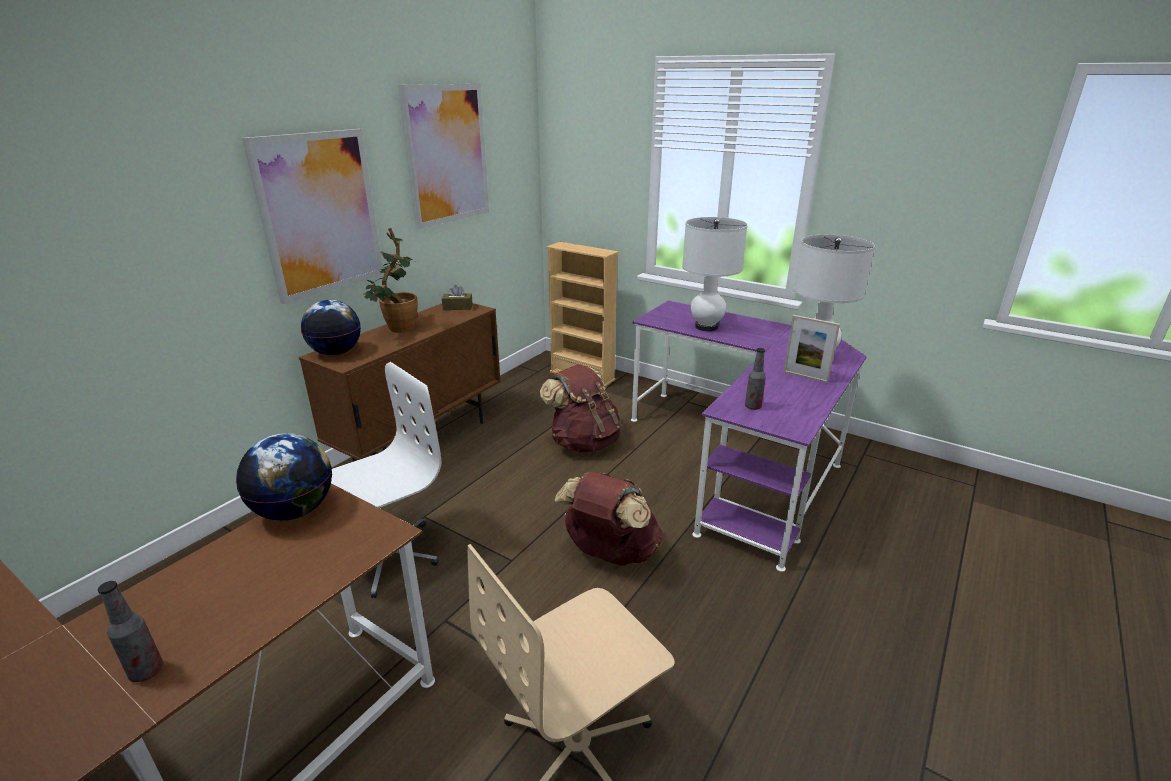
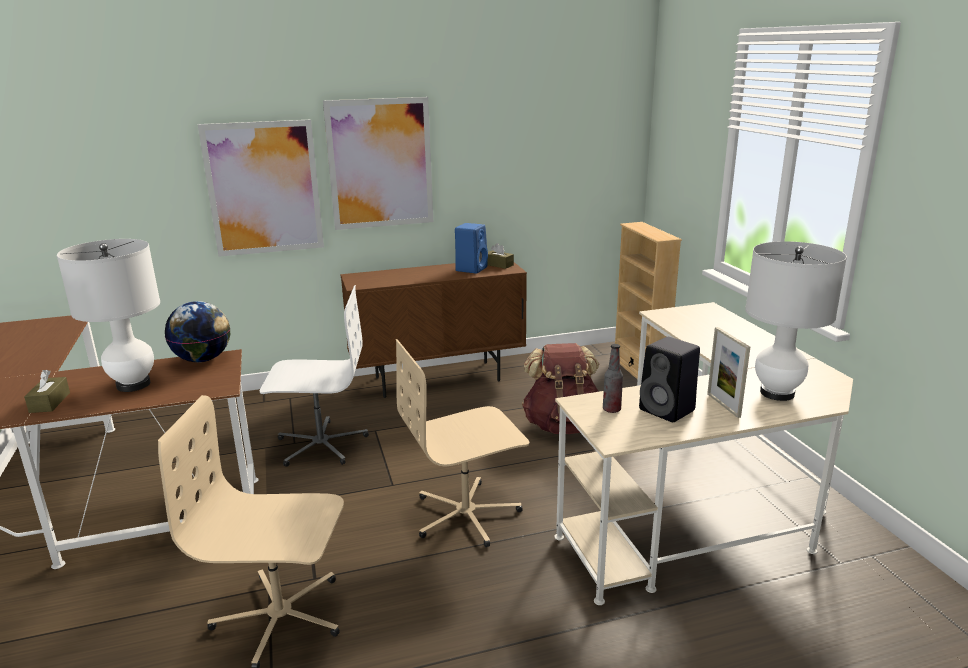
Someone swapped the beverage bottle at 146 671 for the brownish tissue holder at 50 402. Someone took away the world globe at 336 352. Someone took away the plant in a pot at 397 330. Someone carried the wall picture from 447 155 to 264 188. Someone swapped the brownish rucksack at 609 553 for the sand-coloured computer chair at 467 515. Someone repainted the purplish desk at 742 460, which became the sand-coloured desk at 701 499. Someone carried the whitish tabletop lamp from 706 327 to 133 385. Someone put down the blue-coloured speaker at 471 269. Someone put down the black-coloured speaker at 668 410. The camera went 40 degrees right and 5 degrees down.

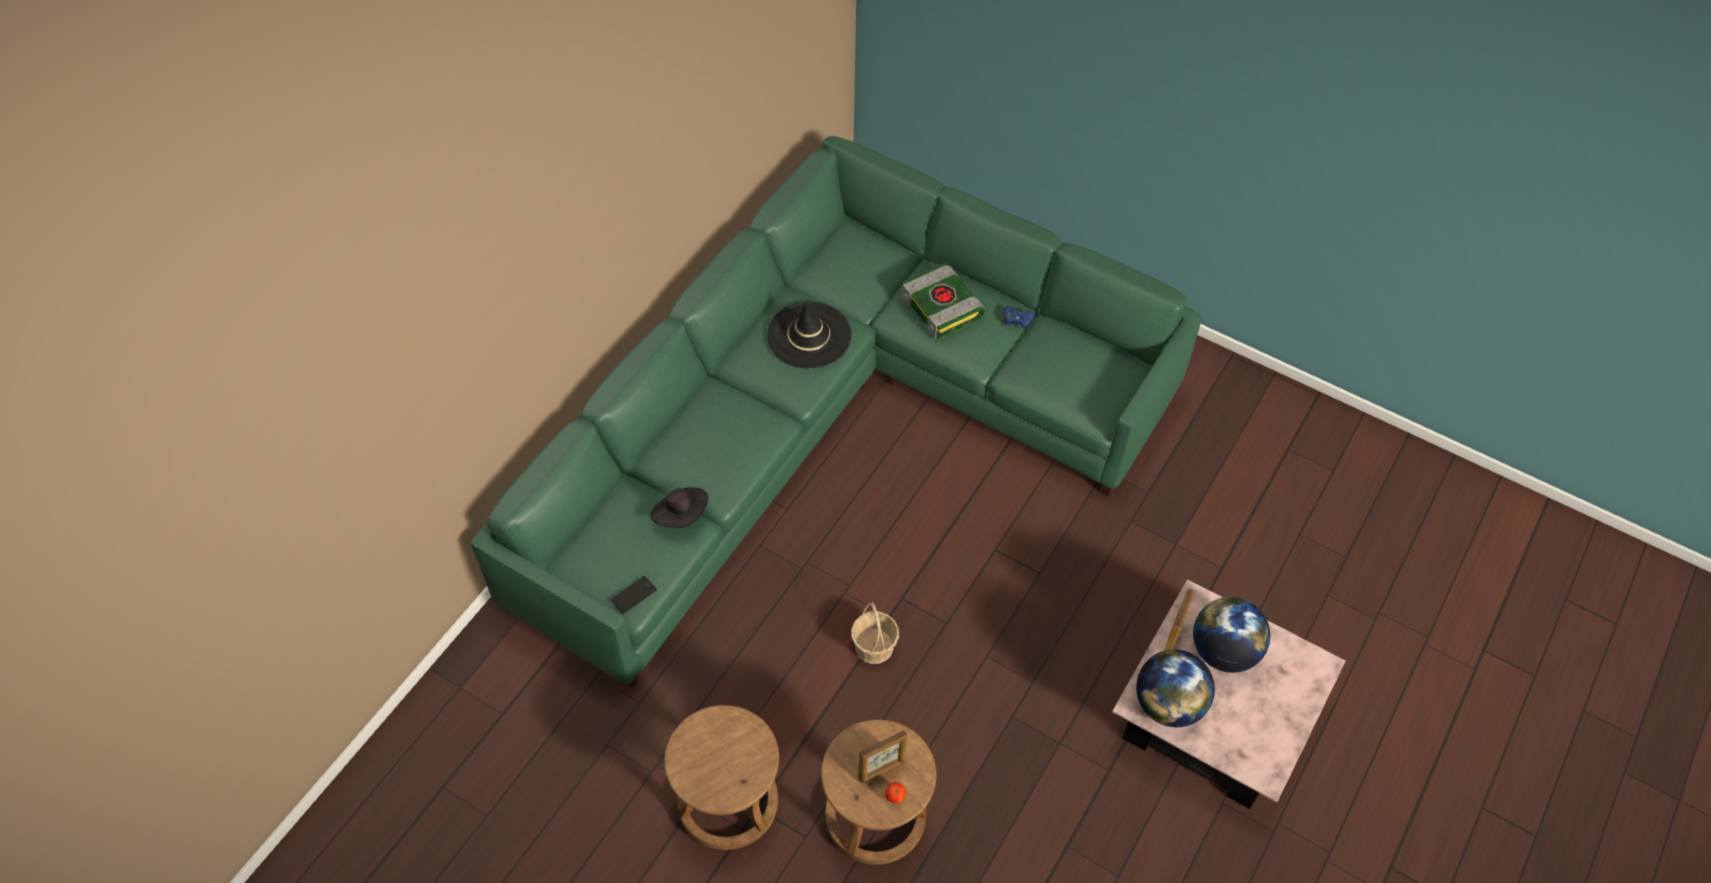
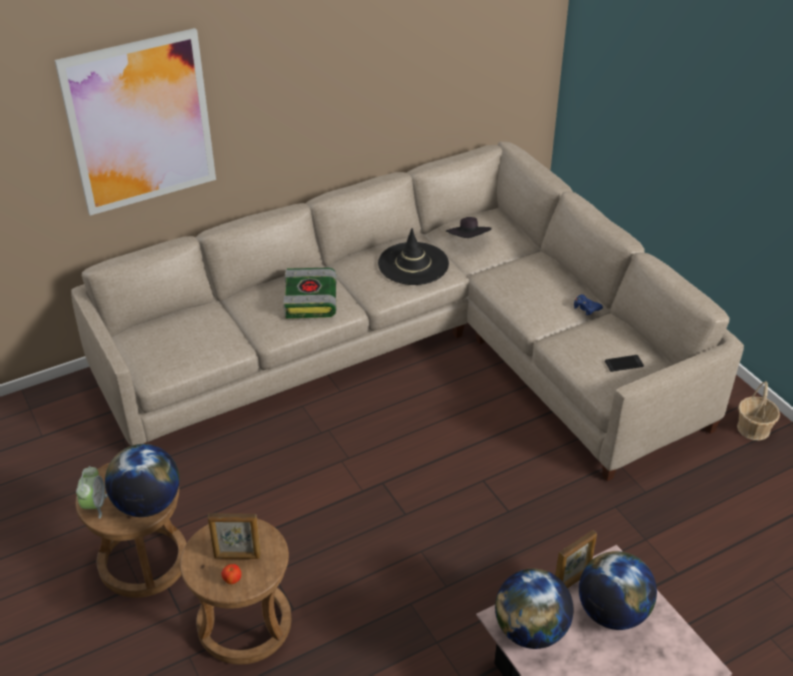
Someone repainted the green-coloured sofa at 833 420, which became the sand-coloured sofa at 417 349. Someone carried the handset from 633 595 to 624 363. Someone carried the black-coloured clothing hat from 681 515 to 468 240. Someone carried the basket from 874 646 to 753 428. Someone carried the bound book from 943 307 to 311 300. Someone put up the wall picture at 140 123. Someone put down the table clock at 95 505. Someone put down the world globe at 147 504. The camera went 30 degrees right and 15 degrees down.

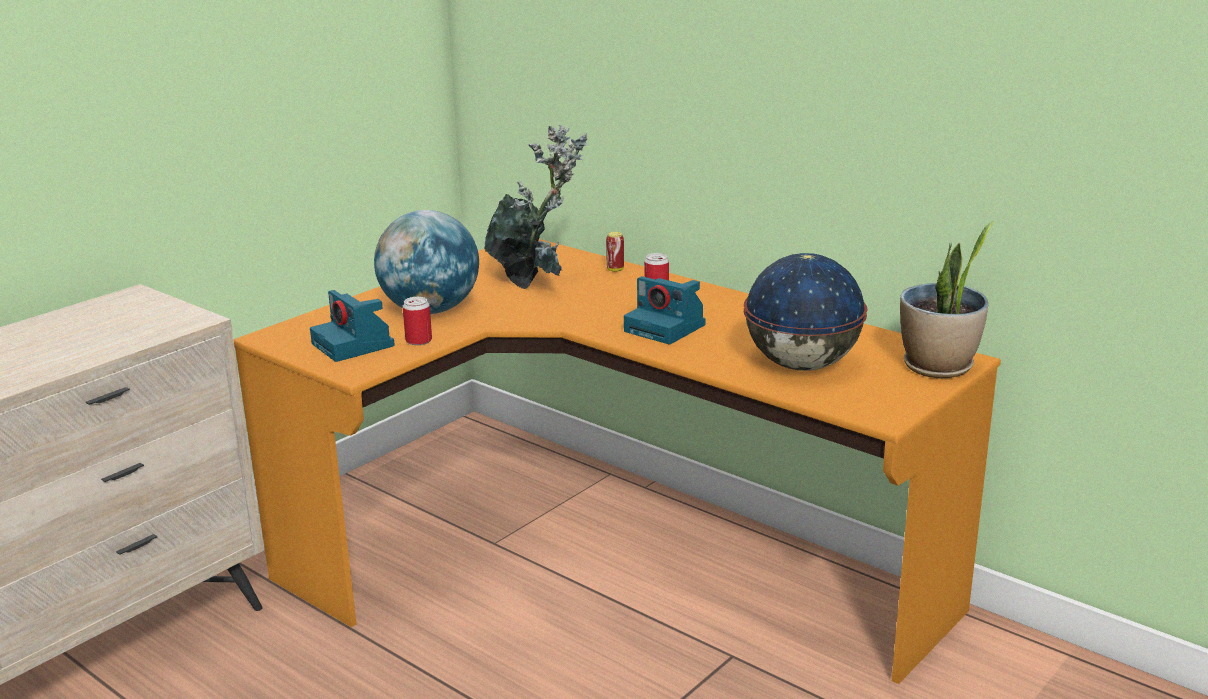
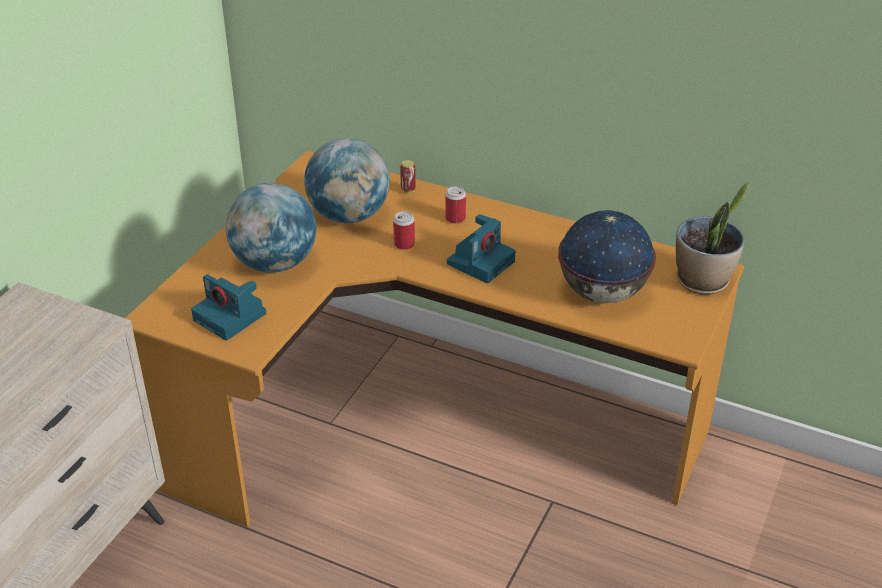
Someone carried the metal can from 418 341 to 404 244. Someone swapped the plant in a pot at 536 283 for the world globe at 348 216. Someone rotated the still camera at 666 328 by 75 degrees counterclockwise. The camera went 15 degrees left and 15 degrees up.

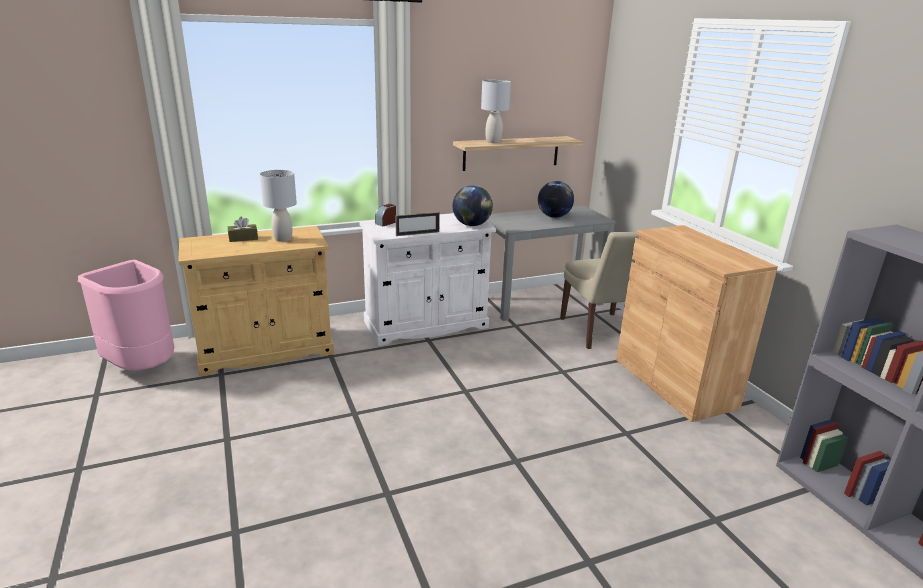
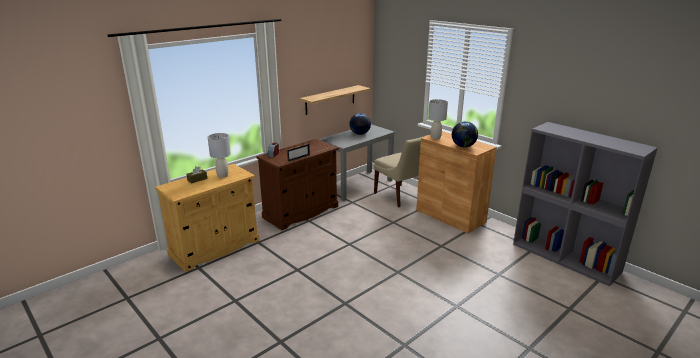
Someone took away the pink-coloured rubbish bin at 143 368. Someone repainted the whitish storage cabinet at 426 324, which became the brownish storage cabinet at 301 212. Someone carried the world globe from 471 225 to 463 146. Someone carried the grey tabletop lamp from 493 141 to 435 138. The camera went 20 degrees left and 0 degrees up.

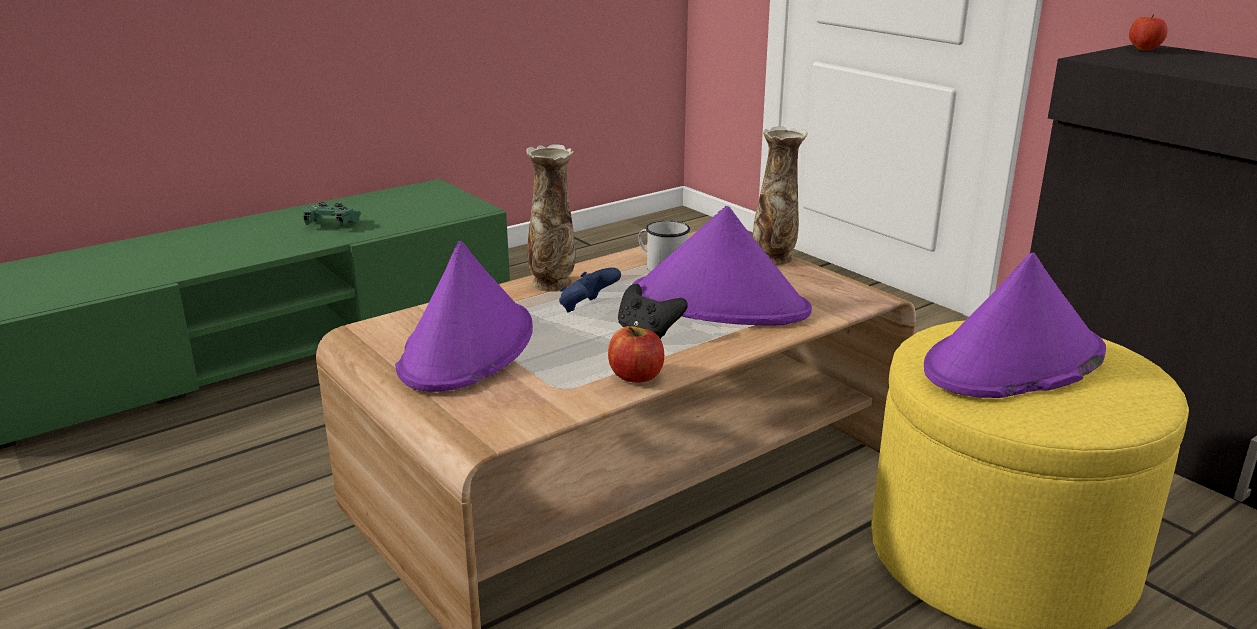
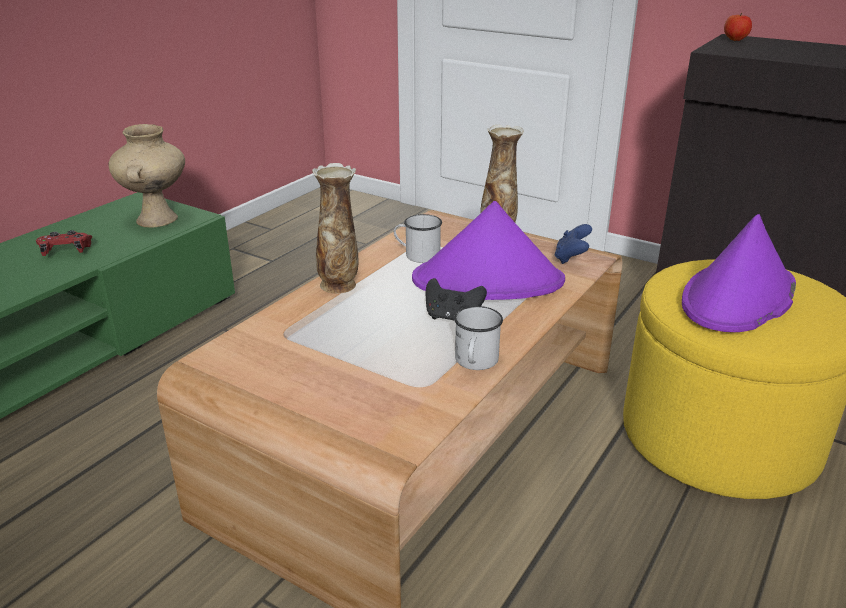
Someone repainted the green-coloured gamepad at 332 224, which became the red-coloured gamepad at 66 251. Someone took away the purplish clothing hat at 467 348. Someone carried the blue-coloured gamepad from 587 308 to 571 258. Someone swapped the whole apple at 636 376 for the whitish coffee mug at 475 363. Someone put down the sand-coloured vase at 158 220. The camera went 20 degrees left and 5 degrees up.

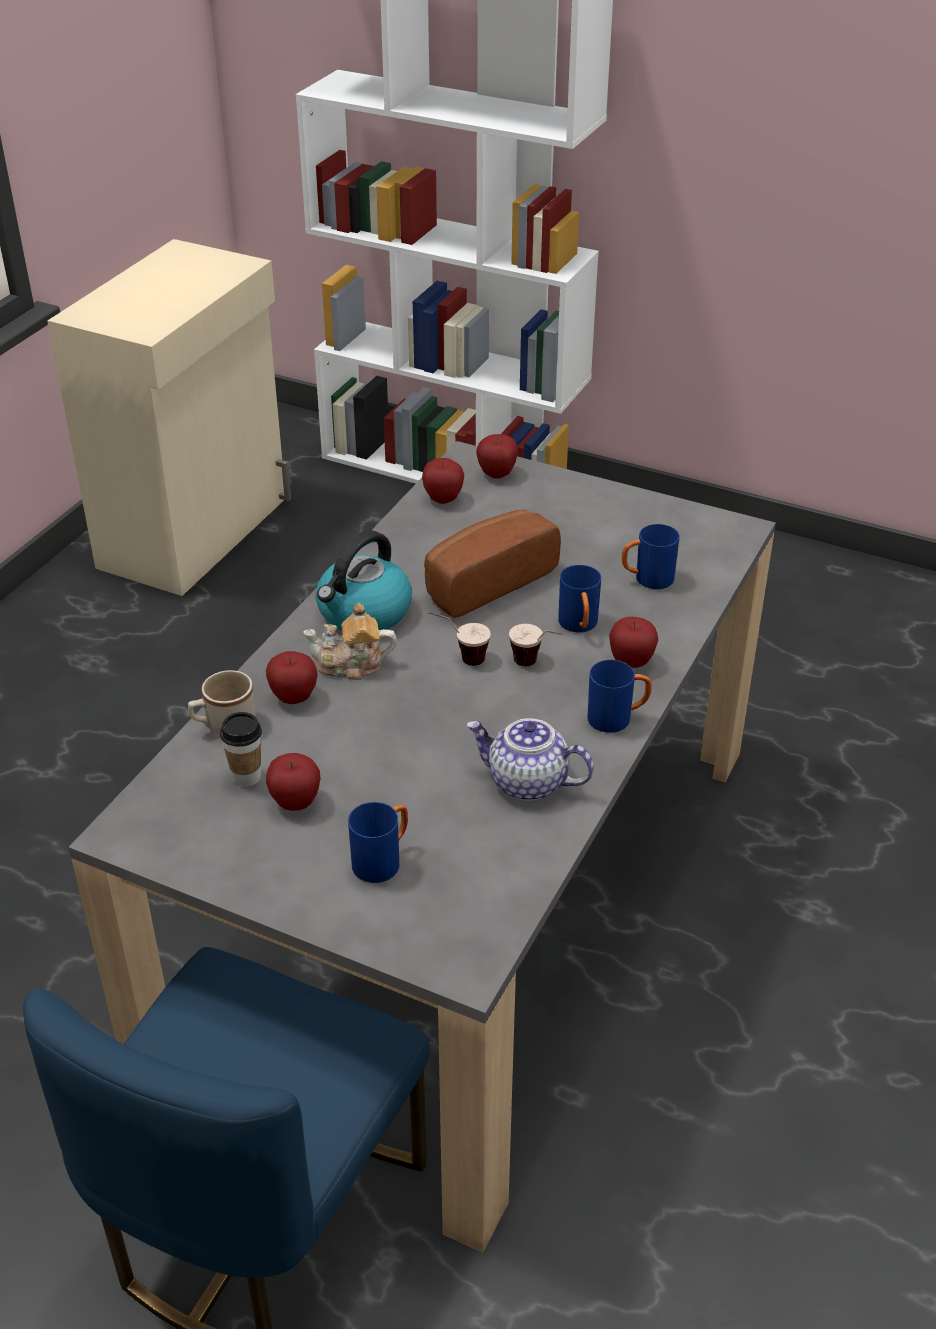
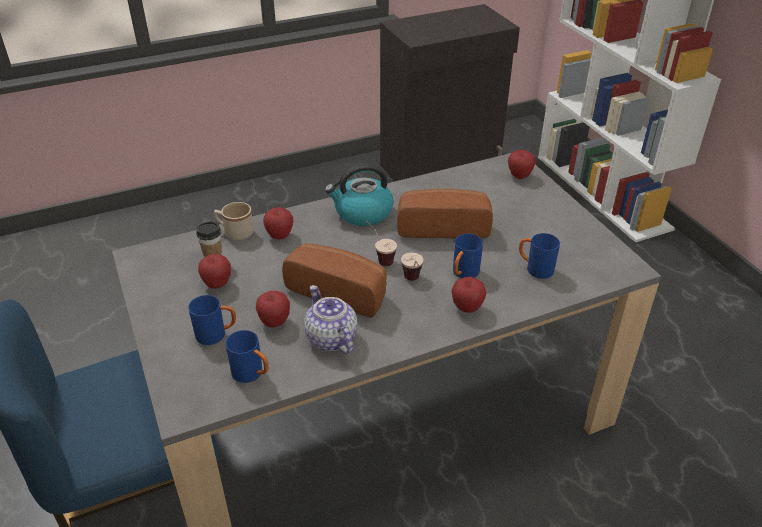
Someone repainted the sand-coloured storage cabinet at 197 532, which became the black-coloured storage cabinet at 441 168. Someone took away the tea pot at 351 665. Someone carried the whole apple from 443 499 to 274 322. Someone carried the blue-coloured coffee mug from 617 718 to 252 374. Someone put down the baked bread at 340 291. The camera went 40 degrees right and 0 degrees up.

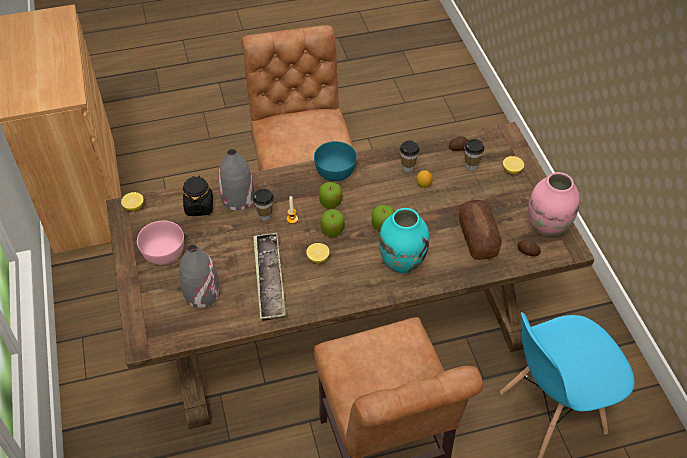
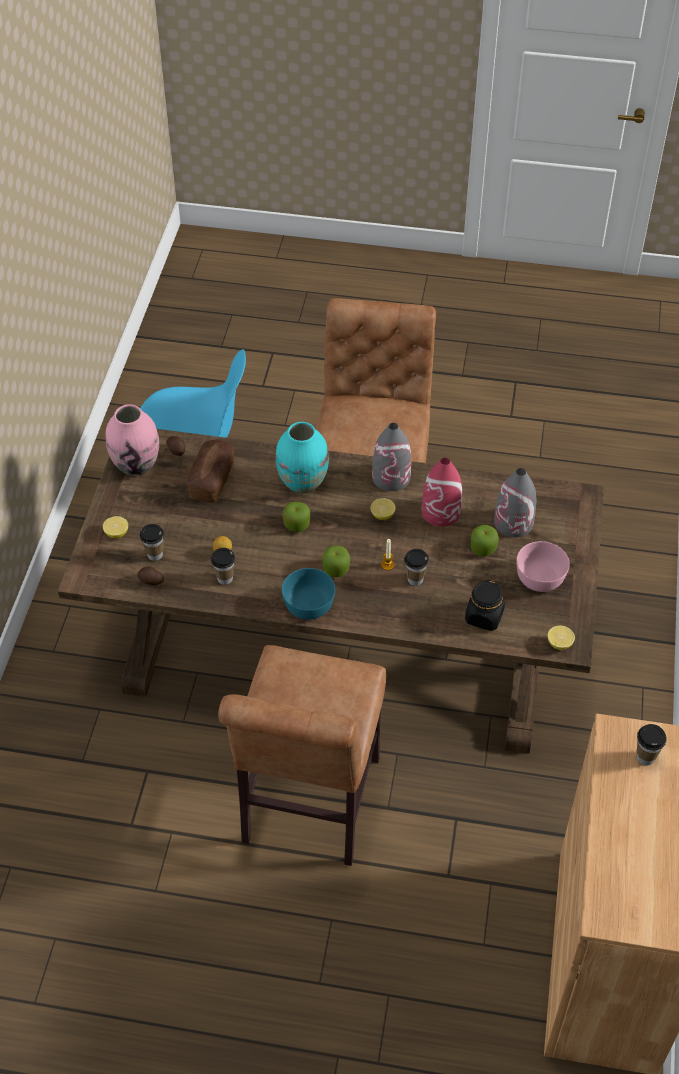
Someone carried the grey vase from 238 198 to 391 477. Someone swapped the carrying tray at 269 279 for the red-coloured vase at 441 512. Someone carried the whole apple from 332 230 to 483 548. Someone put down the cup at 645 757. The camera went 155 degrees left and 0 degrees up.

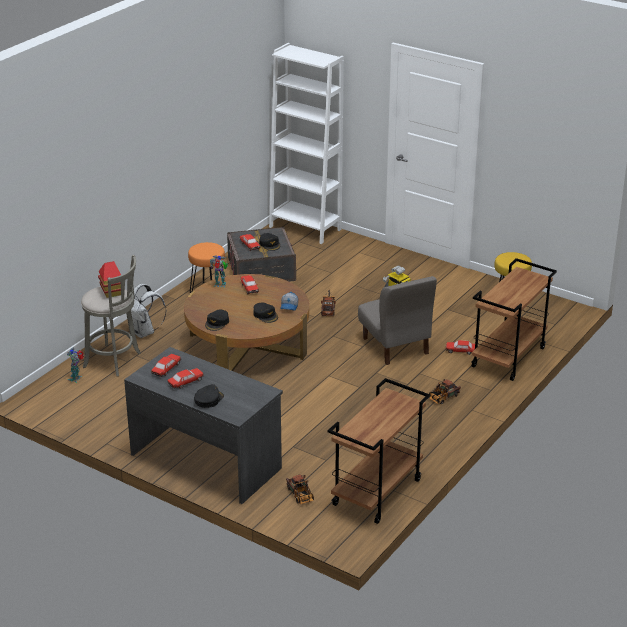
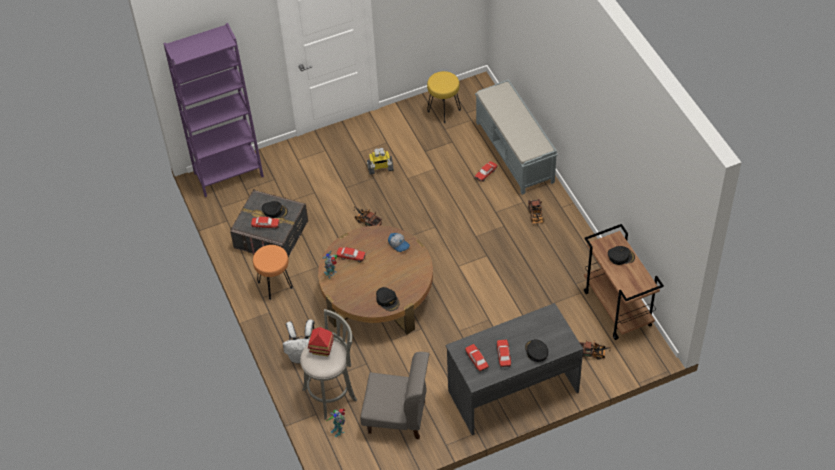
Someone carried the black-coloured baseball cap from 265 315 to 621 257. Someone repainted the whitish bookshelf at 305 228, which became the purplish bookshelf at 228 174. Someone carried the grey chair from 395 346 to 397 417. Someone swapped the brownish wheeled cart at 508 358 for the grey long seat at 515 152. The camera went 55 degrees left and 20 degrees up.

